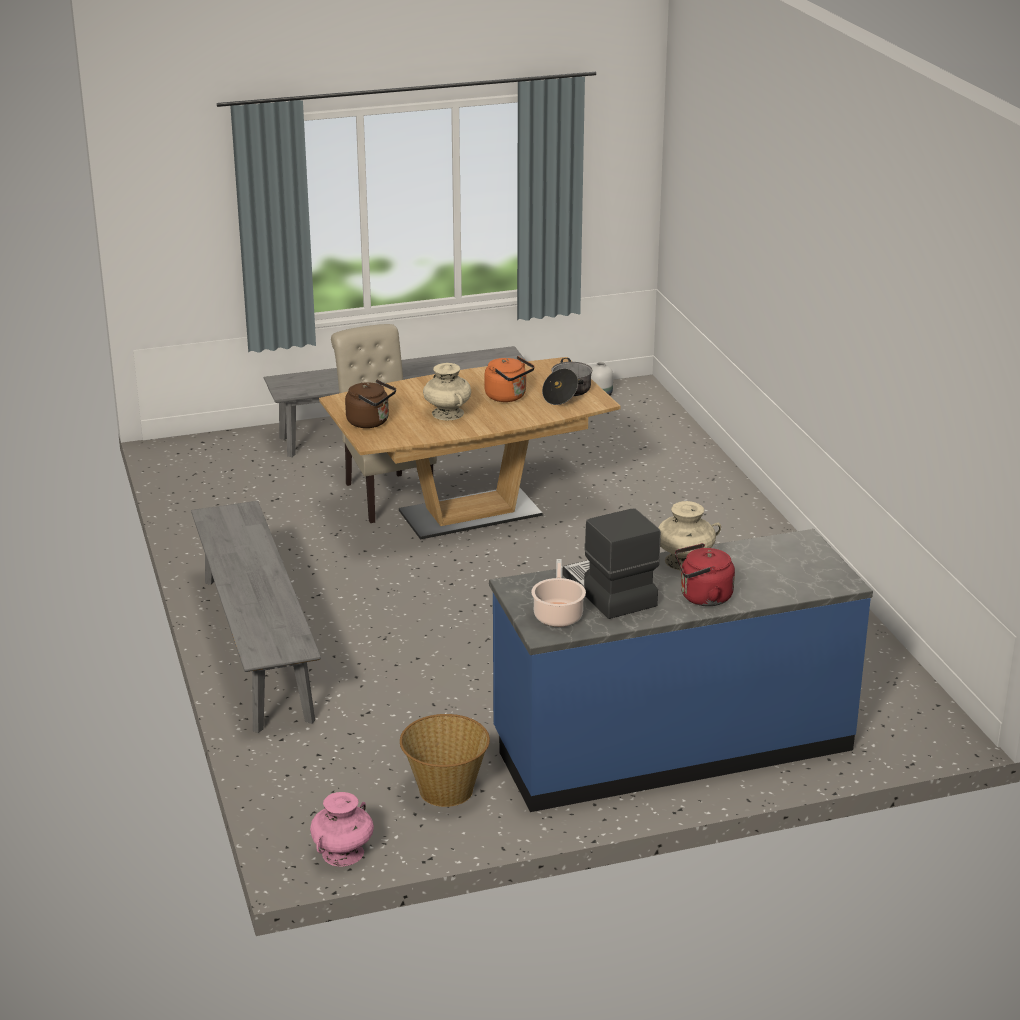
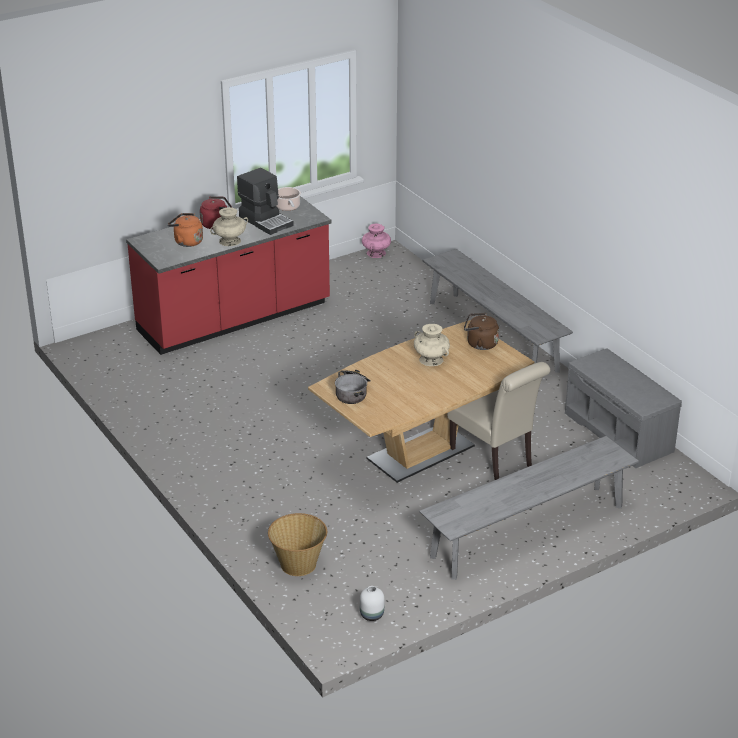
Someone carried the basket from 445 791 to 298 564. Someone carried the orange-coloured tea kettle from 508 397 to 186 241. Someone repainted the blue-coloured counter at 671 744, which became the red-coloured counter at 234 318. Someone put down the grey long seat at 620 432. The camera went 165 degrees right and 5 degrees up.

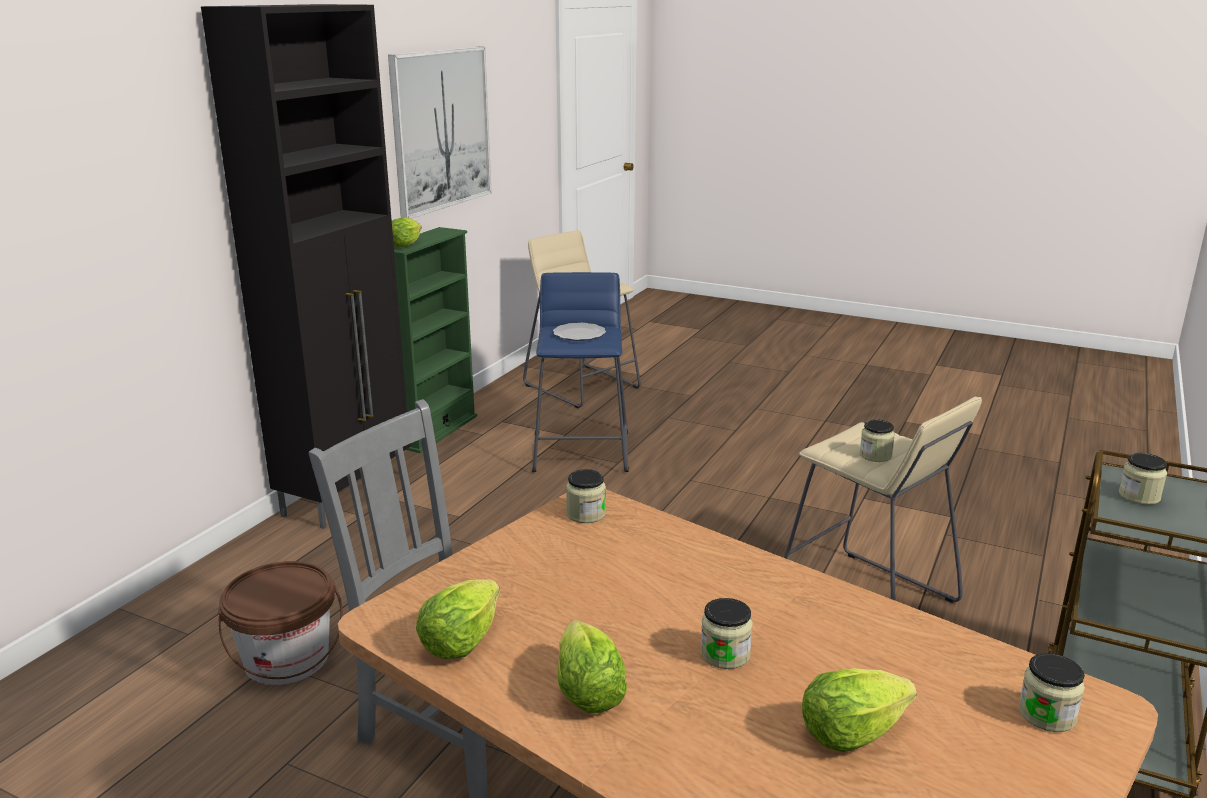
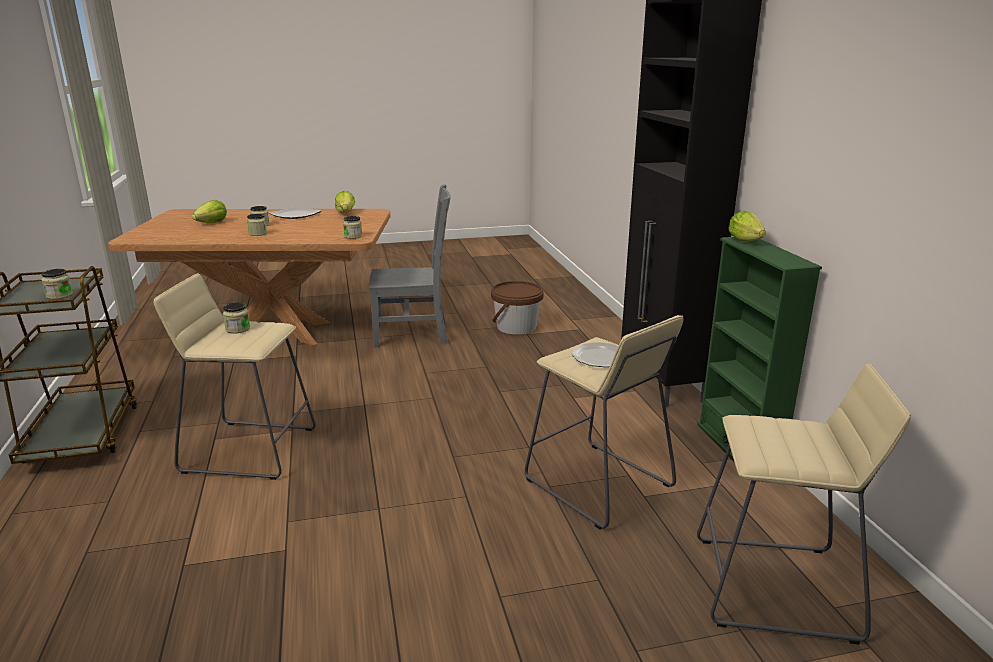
Someone took away the wall picture at 441 130. Someone repainted the blue-coloured stool at 581 450, which became the sand-coloured stool at 598 484. Someone swapped the lettuce at 587 692 for the dinner plate at 295 215. Someone carried the storage jar from 1046 714 to 258 234. The camera went 140 degrees right and 0 degrees up.

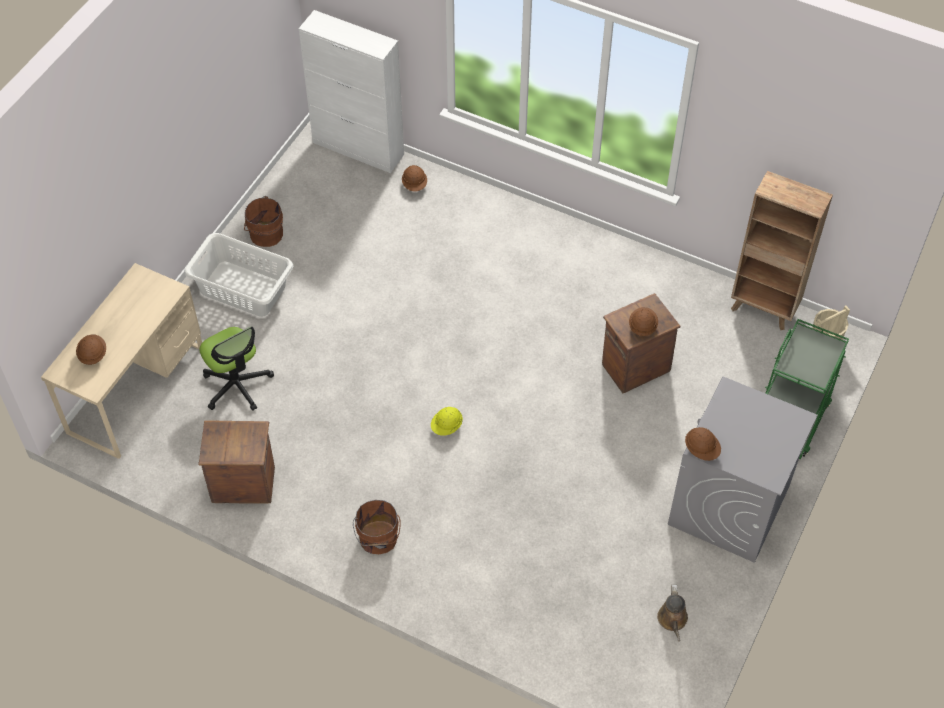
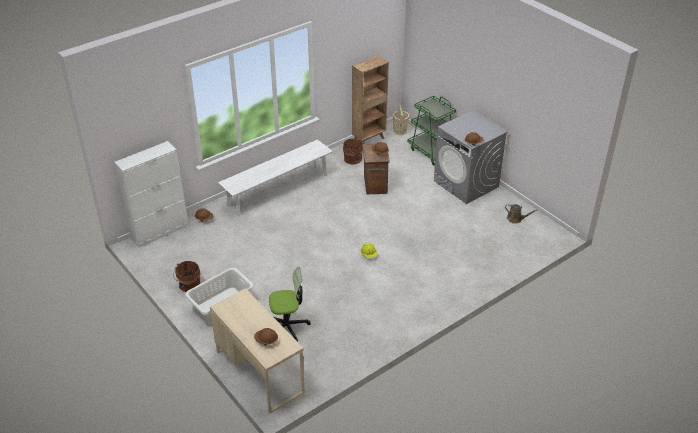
Someone took away the shipping crate at 244 485. Someone carried the brownish pail from 378 539 to 353 159. Someone put down the whitish long seat at 278 190. The camera went 65 degrees left and 15 degrees down.

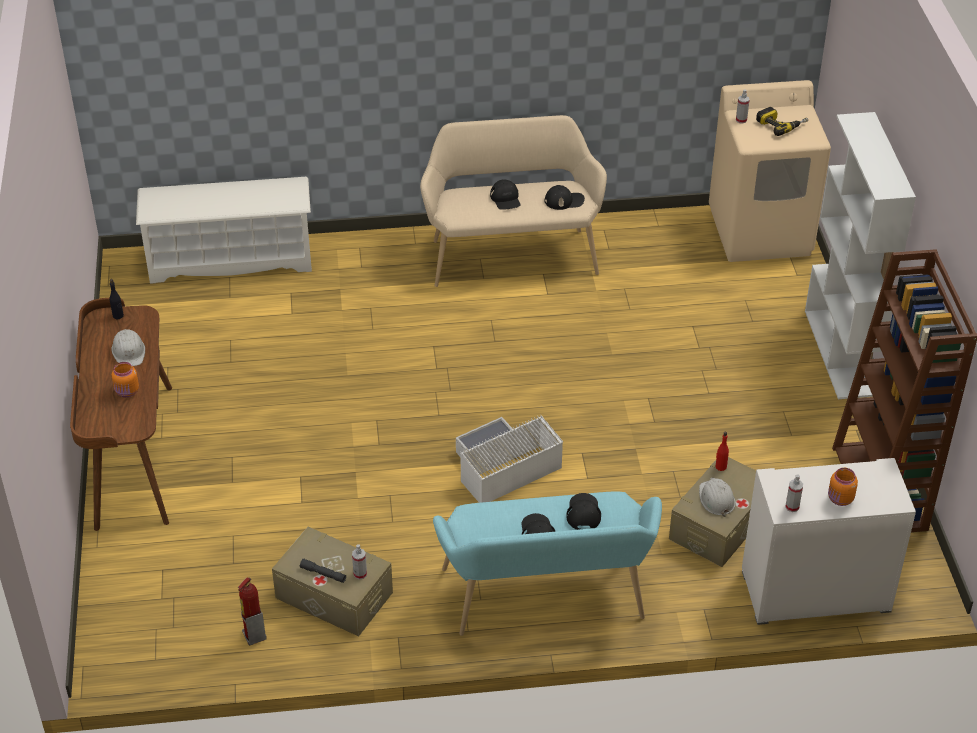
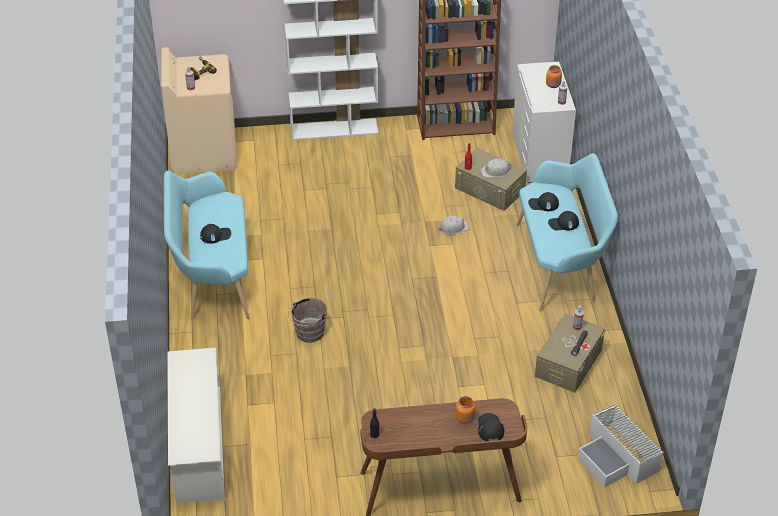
Someone carried the whitish work helmet from 129 352 to 453 228. Someone took away the fire-fighting cylinder at 254 636. Someone repainted the sand-coloured long seat at 511 253, which became the turquoise-coloured long seat at 212 277. Someone carried the whitish storage box from 503 468 to 617 458. Someone carried the black-coloured baseball cap from 564 200 to 490 428. Someone put down the brownish pail at 308 334. The camera went 90 degrees left and 0 degrees up.

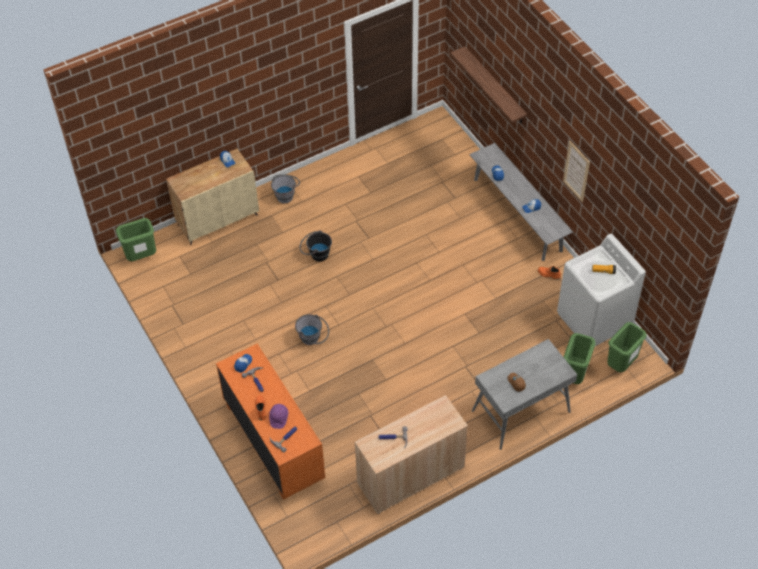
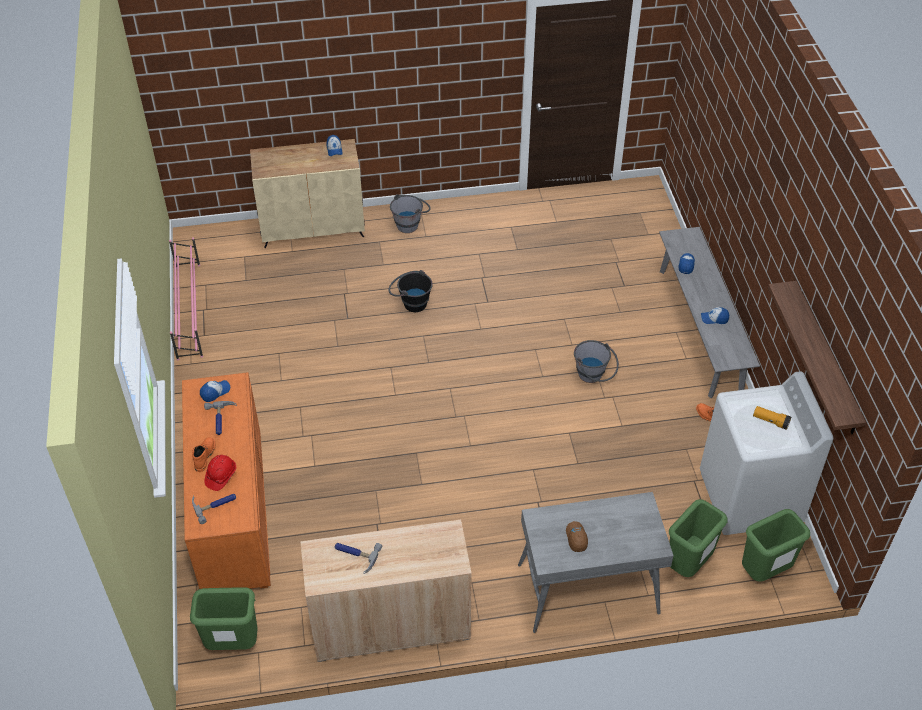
Someone carried the green-coloured rubbish bin from 142 257 to 233 643. Someone repainted the purplish work helmet at 278 418, which became the red-coloured work helmet at 221 476. Someone carried the grey pail from 313 339 to 593 377. Someone carried the shelf from 494 86 to 825 359. Someone took away the wall picture at 576 171. Someone put down the pink-coloured shoe shelf at 189 310. The camera went 20 degrees right and 5 degrees down.

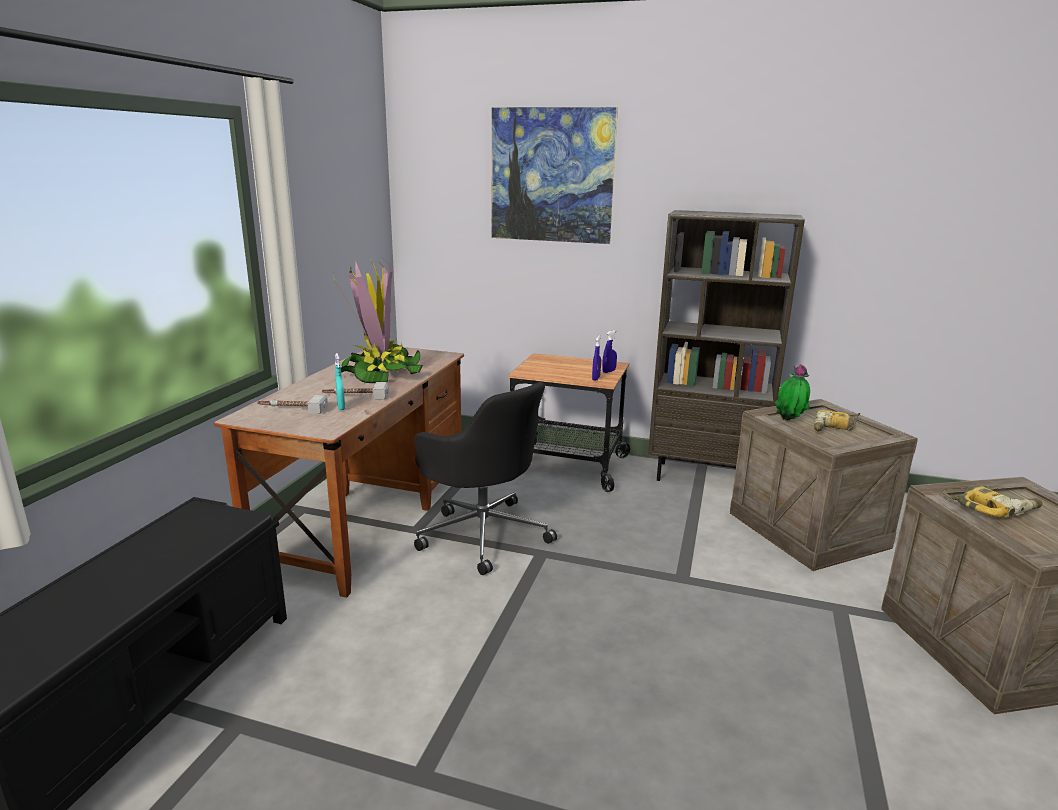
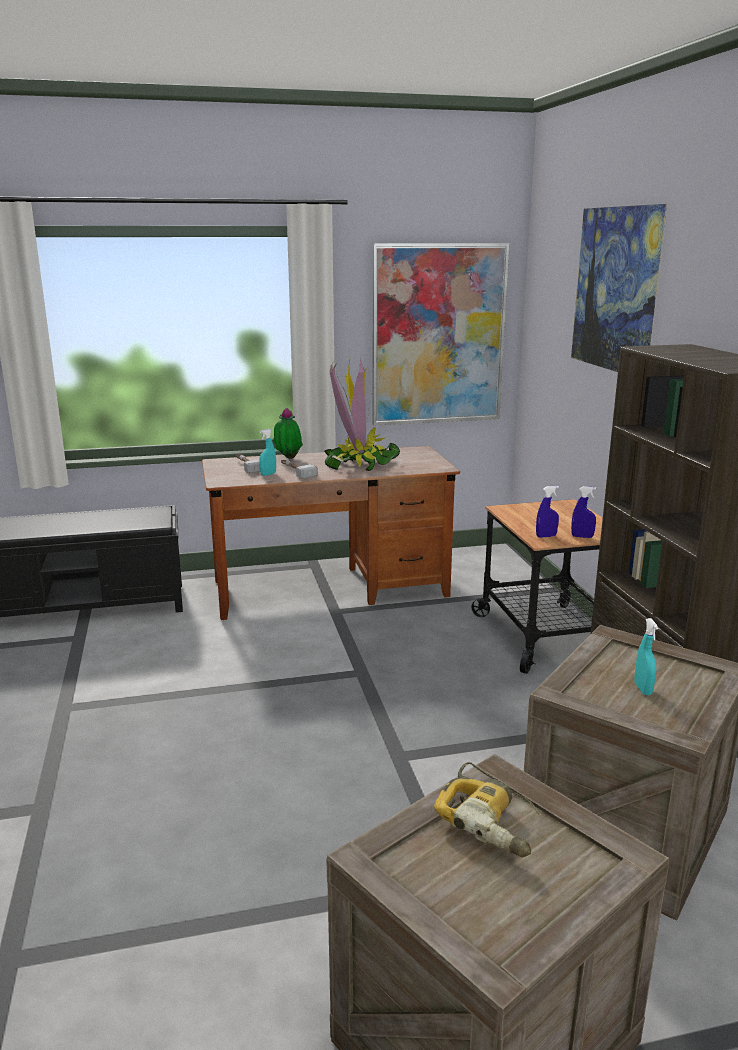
Someone took away the black-coloured computer chair at 483 533. Someone carried the plant in a pot from 789 421 to 288 459. Someone swapped the drill at 834 428 for the turquoise-coloured spray bottle at 643 689. Someone put up the wall picture at 438 335. The camera went 60 degrees right and 0 degrees up.

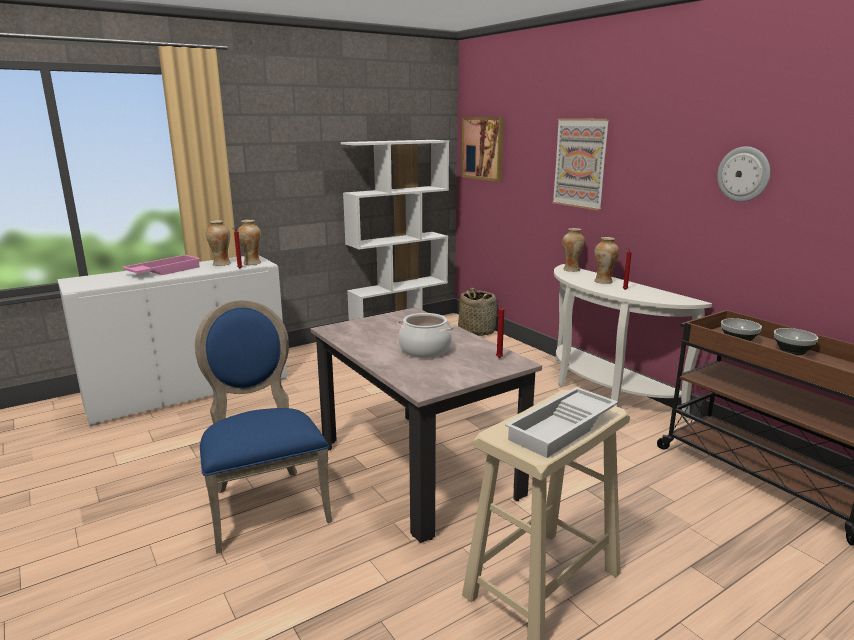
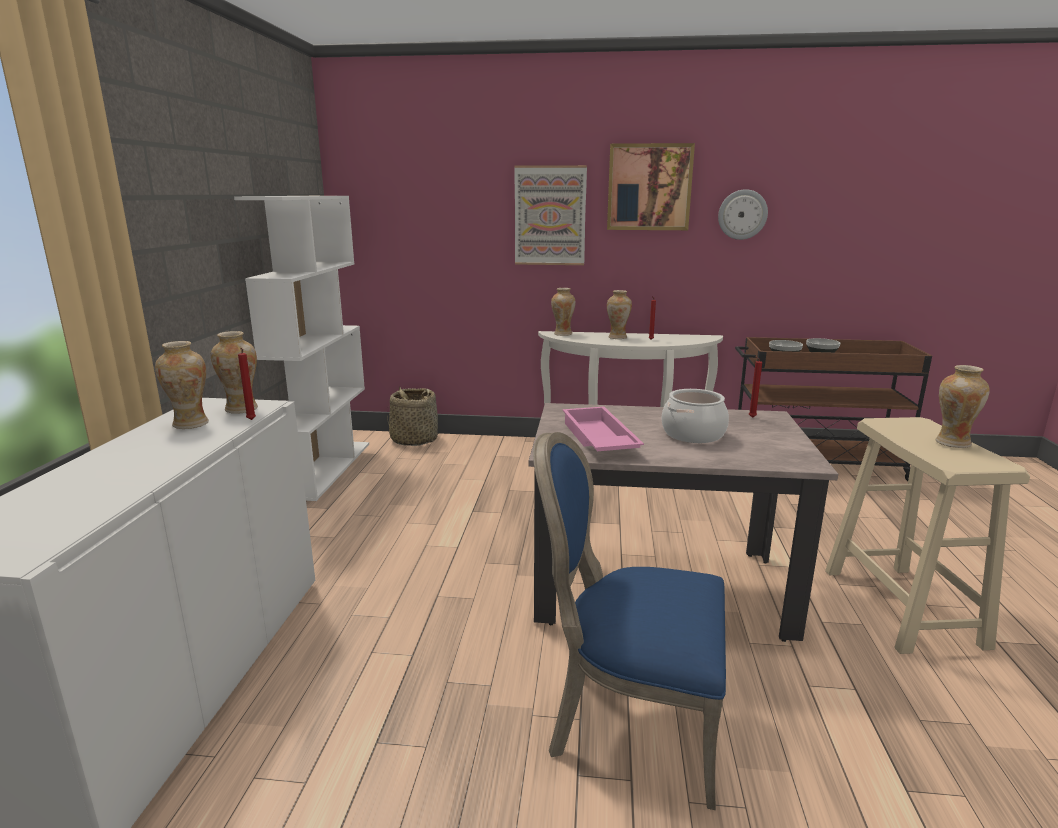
Someone carried the pink-coloured carrying tray from 163 271 to 597 439. Someone carried the wall picture from 483 148 to 649 187. Someone swapped the whitish carrying tray at 563 428 for the vase at 952 443. The camera went 50 degrees left and 0 degrees up.

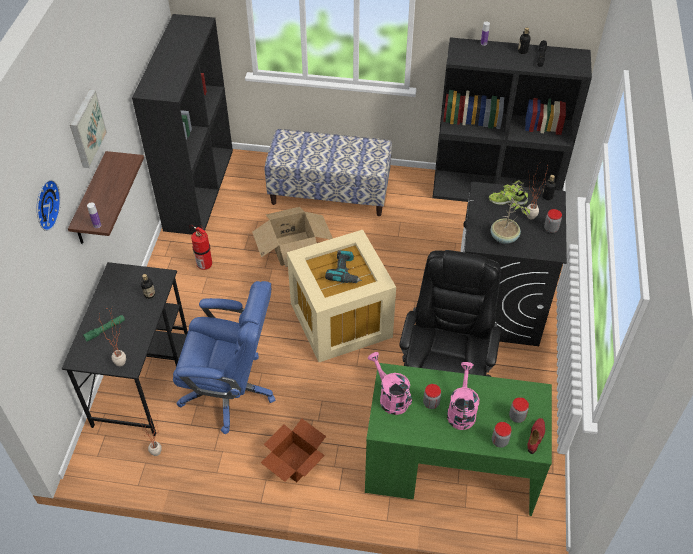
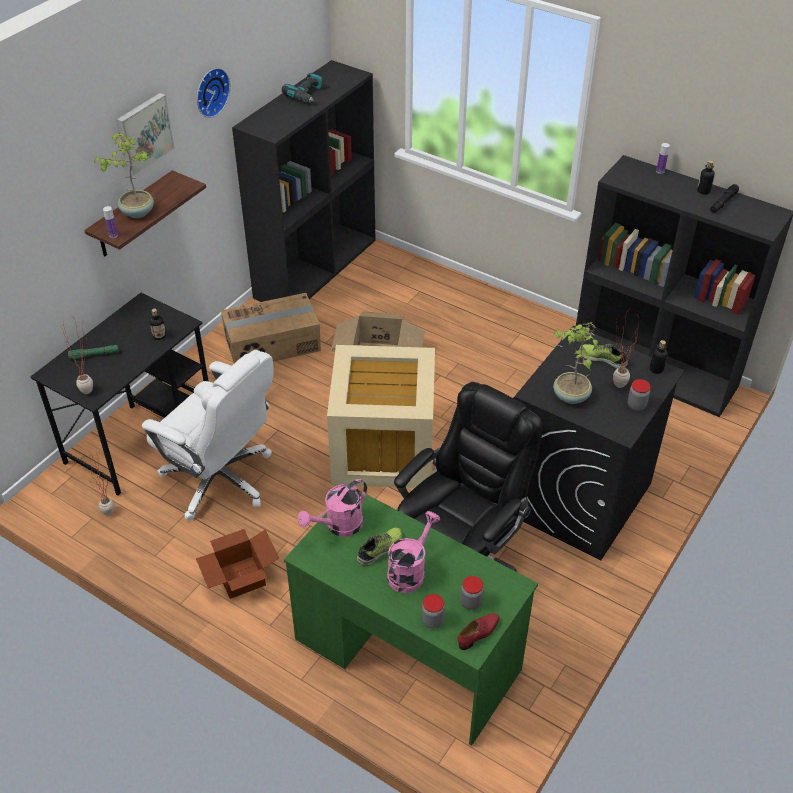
Someone carried the wall clock from 44 204 to 210 91. Someone repainted the blue-coloured computer chair at 230 391, which became the whitish computer chair at 220 479. Someone swapped the fire-fighting cylinder at 203 264 for the cardboard box at 273 344. Someone took away the long seat at 330 193. Someone carried the drill from 345 272 to 307 95. Someone rotated the pink-coloured watering pot at 390 397 by 120 degrees counterclockwise. Someone swapped the storage jar at 431 403 for the item of footwear at 380 549. Someone put down the plant in a pot at 137 212. The camera went 25 degrees right and 5 degrees down.

